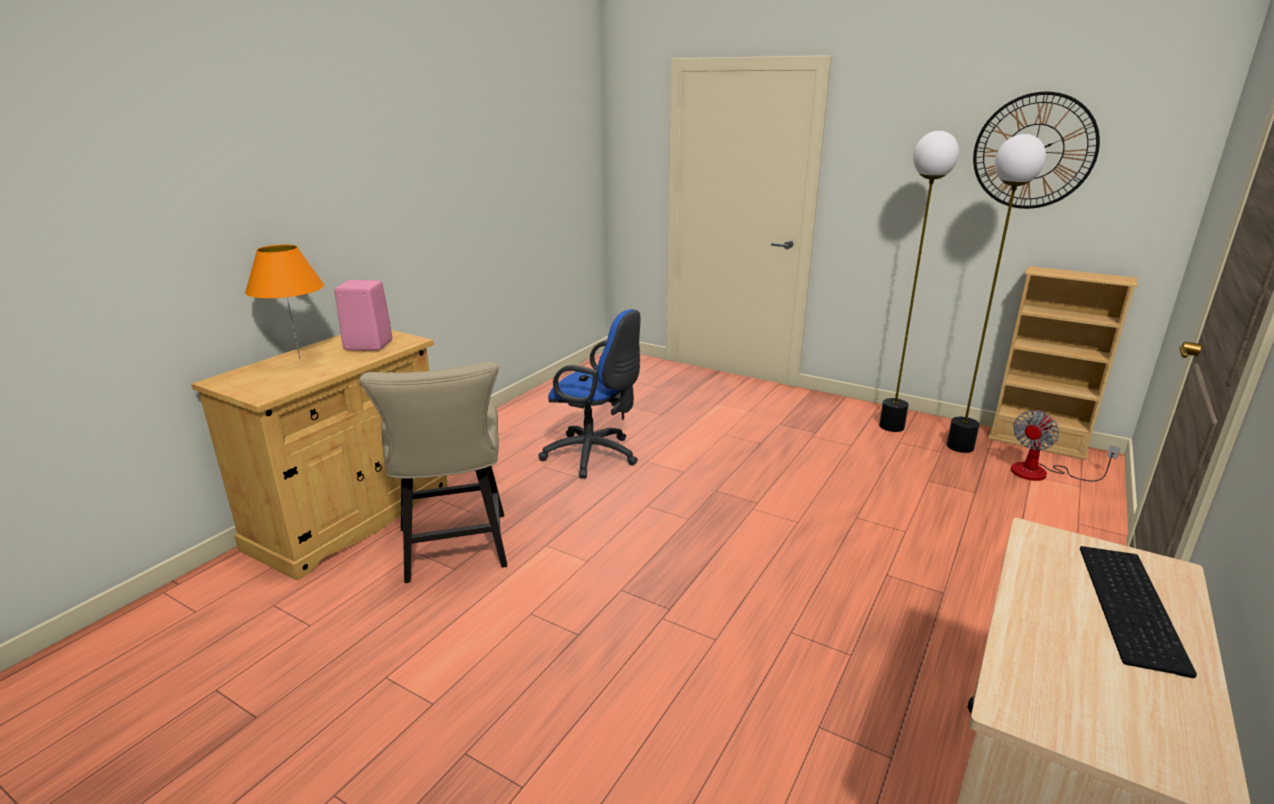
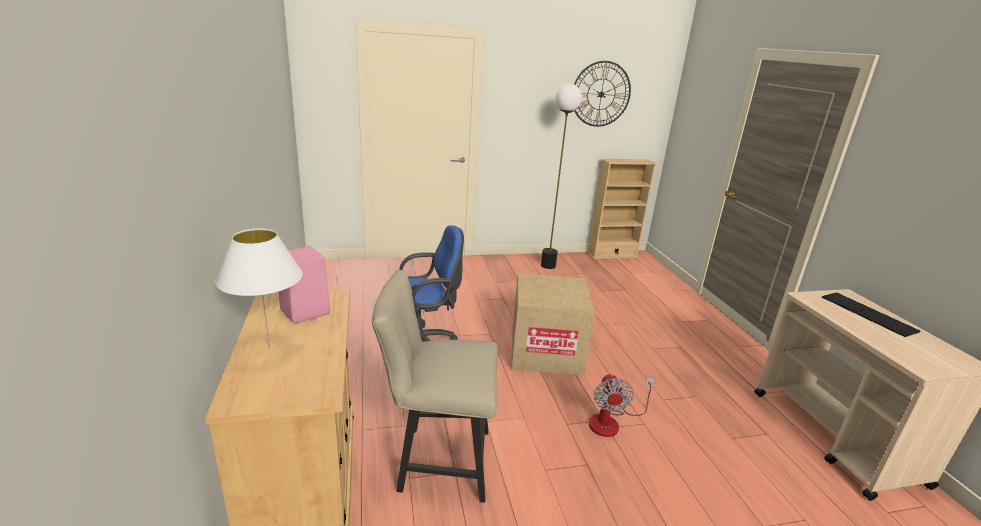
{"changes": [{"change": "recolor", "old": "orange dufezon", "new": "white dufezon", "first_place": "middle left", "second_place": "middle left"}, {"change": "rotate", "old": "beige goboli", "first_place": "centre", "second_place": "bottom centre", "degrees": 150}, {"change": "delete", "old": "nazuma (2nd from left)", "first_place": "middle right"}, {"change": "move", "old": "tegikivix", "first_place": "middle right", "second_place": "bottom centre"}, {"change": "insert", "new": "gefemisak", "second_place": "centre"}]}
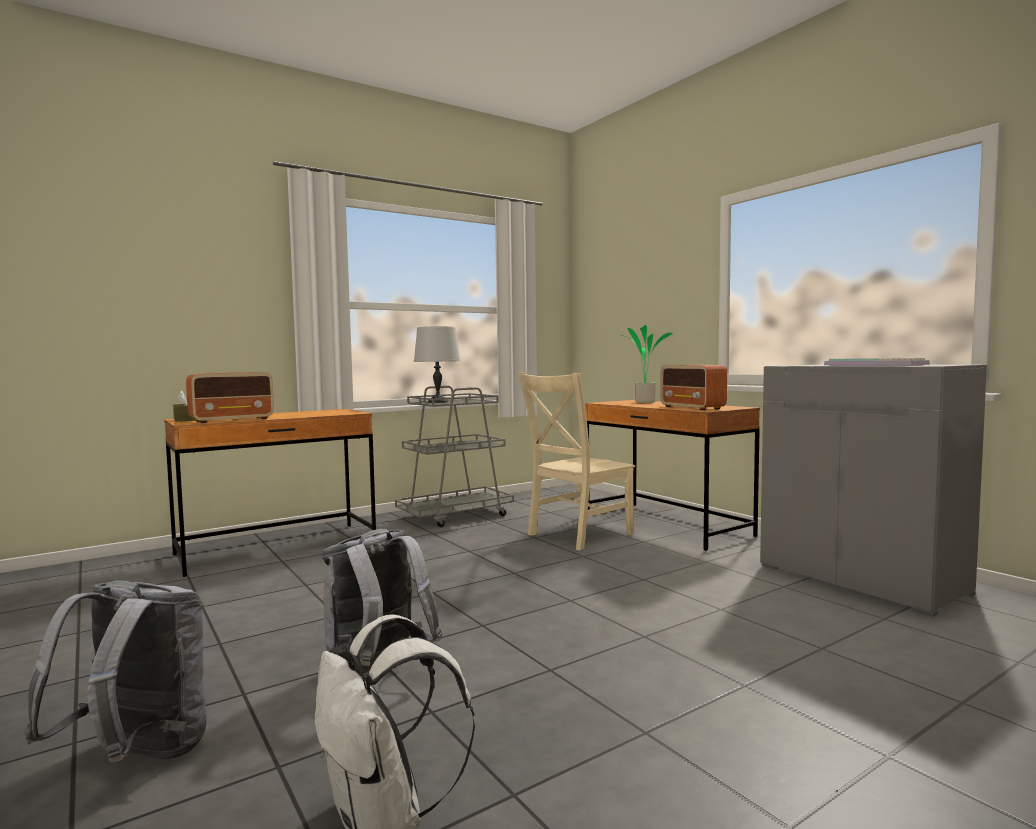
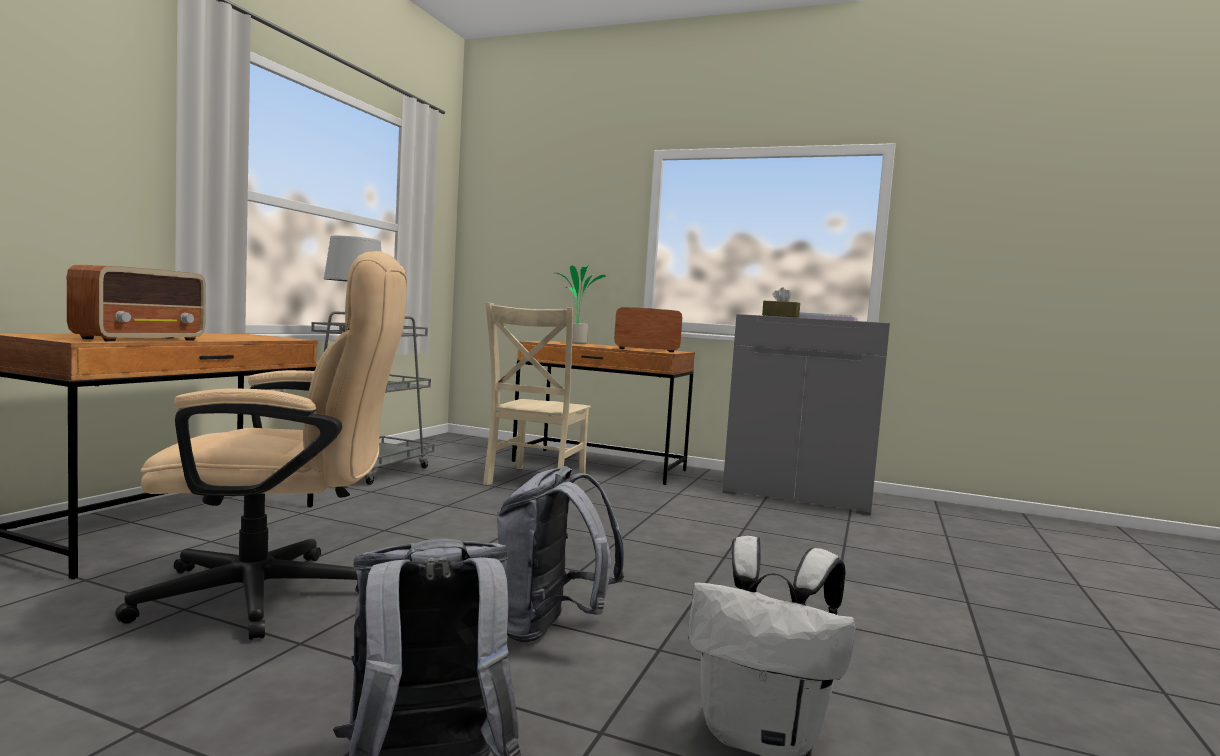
{"changes": [{"change": "move", "old": "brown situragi", "first_place": "middle left", "second_place": "centre"}, {"change": "rotate", "old": "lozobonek (2nd from left)", "first_place": "middle right", "second_place": "centre", "degrees": 150}, {"change": "insert", "new": "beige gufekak", "second_place": "middle left"}]}
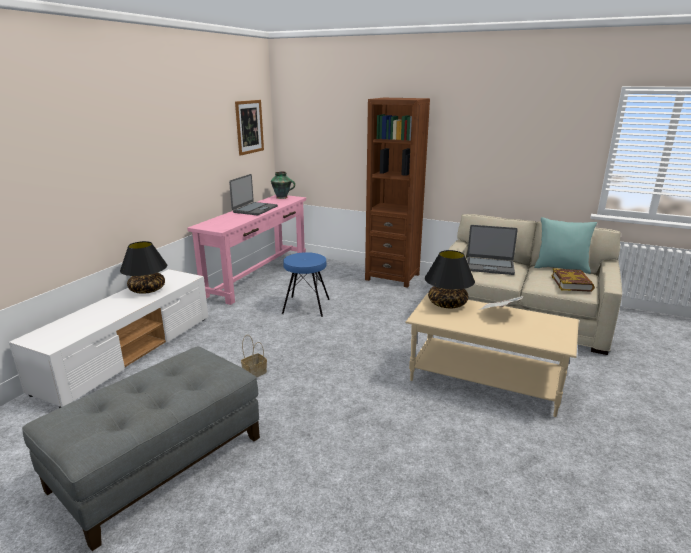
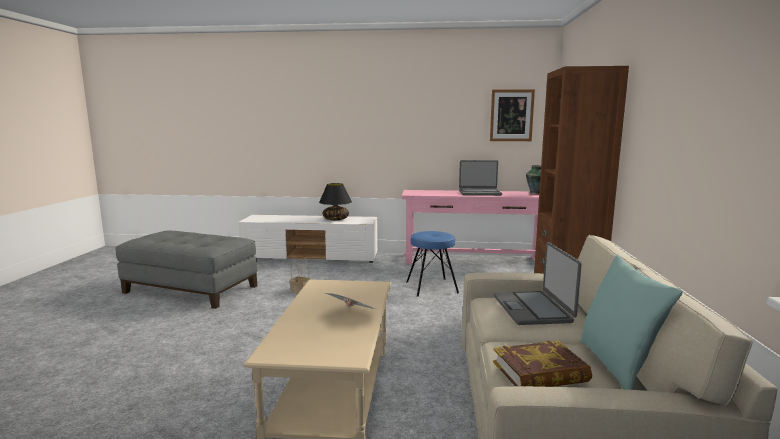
{"changes": [{"change": "delete", "old": "black dufezon (2nd from left)", "first_place": "centre"}]}
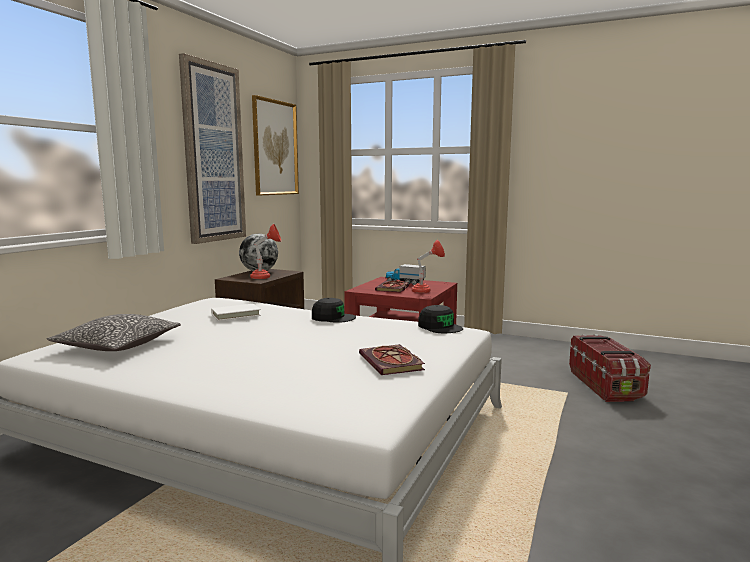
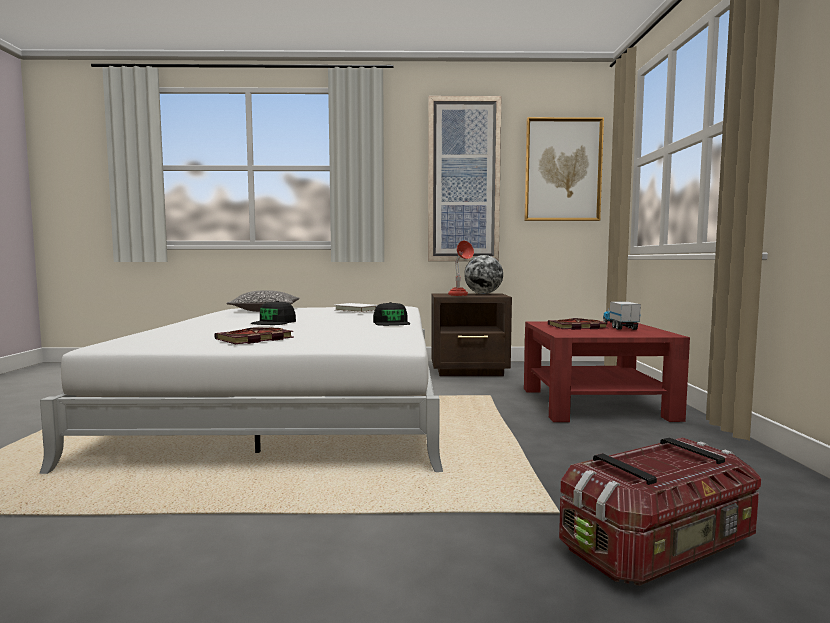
{"changes": [{"change": "delete", "old": "red dufezon (2nd from left)", "first_place": "centre"}, {"change": "move", "old": "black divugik (2nd from left in the first image)", "new": "black divugik (1st from left)", "first_place": "centre", "second_place": "middle left"}]}
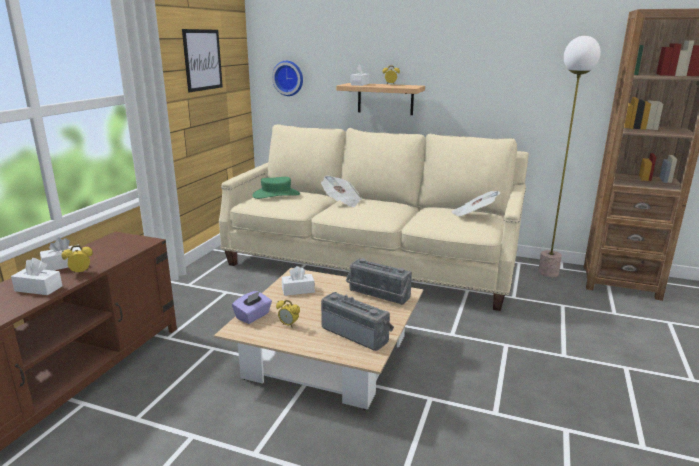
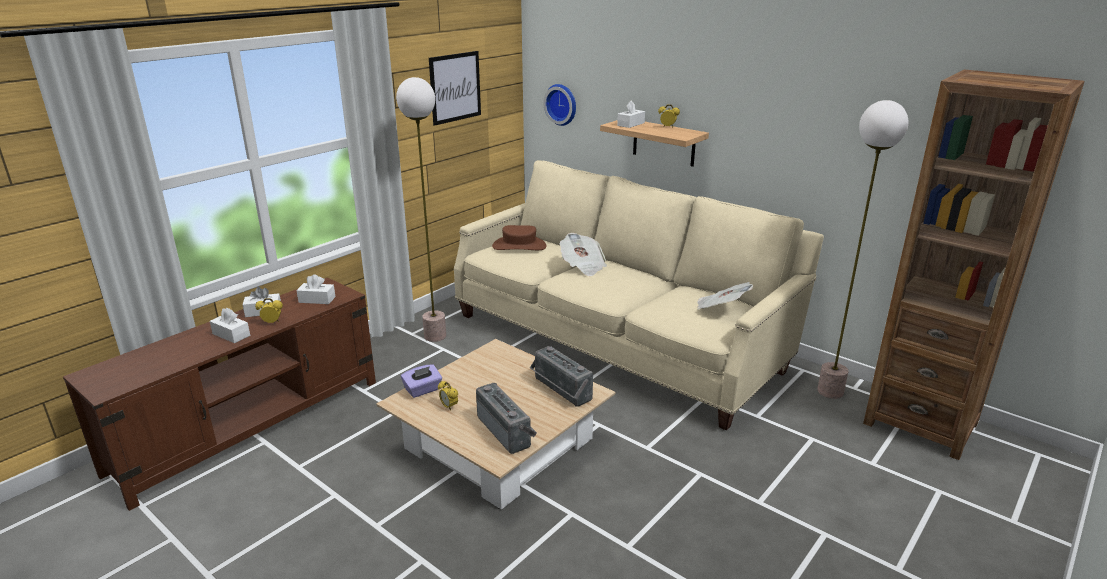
{"changes": [{"change": "recolor", "old": "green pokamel", "new": "brown pokamel", "first_place": "centre", "second_place": "centre"}, {"change": "move", "old": "white situragi (3rd from left)", "first_place": "centre", "second_place": "middle left"}, {"change": "insert", "new": "nazuma (1st from left)", "second_place": "centre"}]}
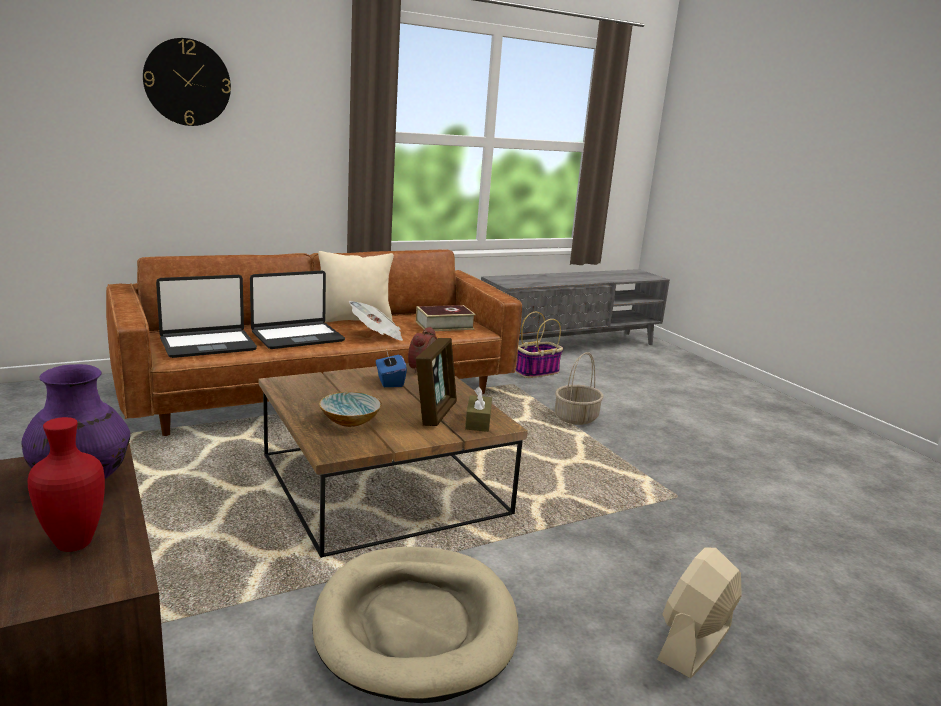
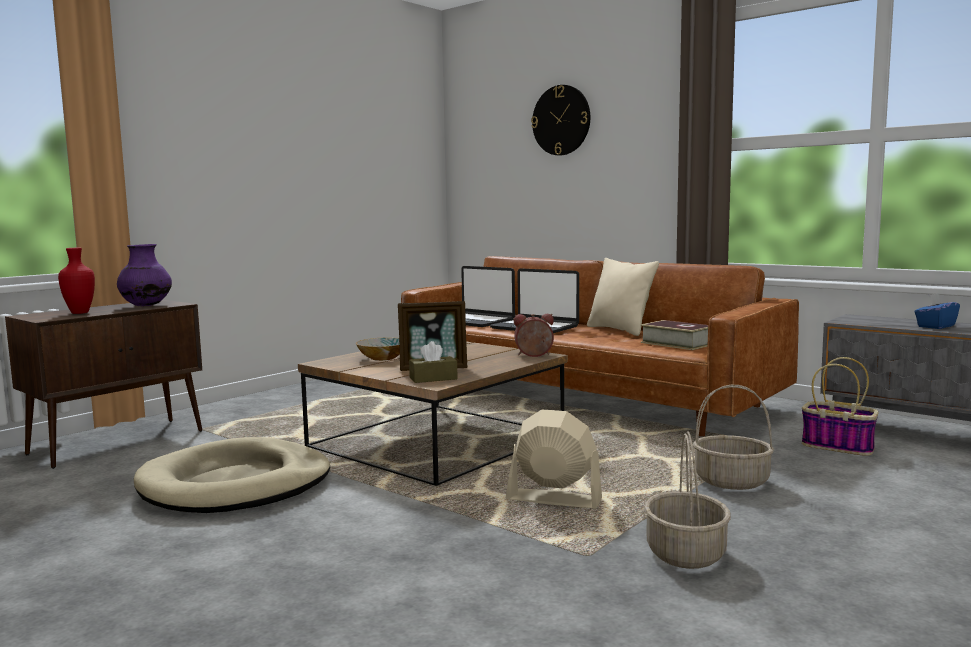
{"changes": [{"change": "delete", "old": "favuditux", "first_place": "centre"}, {"change": "move", "old": "blue situragi", "first_place": "centre", "second_place": "middle right"}, {"change": "move", "old": "beige tegikivix", "first_place": "bottom right", "second_place": "bottom centre"}, {"change": "insert", "new": "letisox (1st from left)", "second_place": "bottom right"}]}
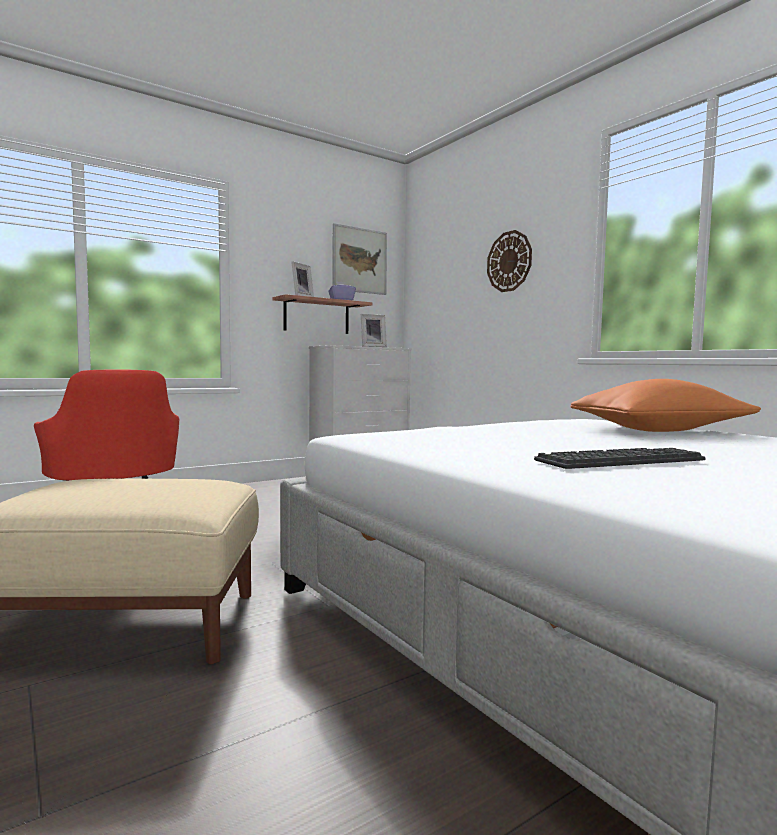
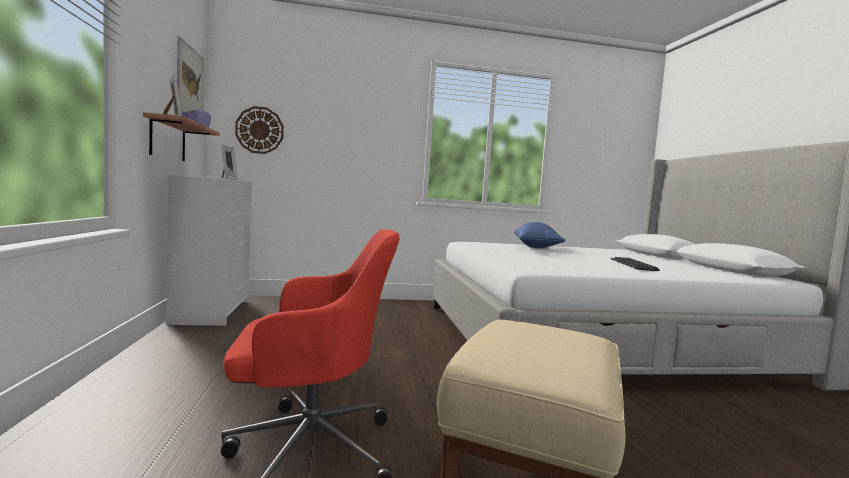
{"changes": [{"change": "move", "old": "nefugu", "first_place": "top centre", "second_place": "top left"}, {"change": "recolor", "old": "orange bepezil", "new": "blue bepezil", "first_place": "middle right", "second_place": "centre"}]}
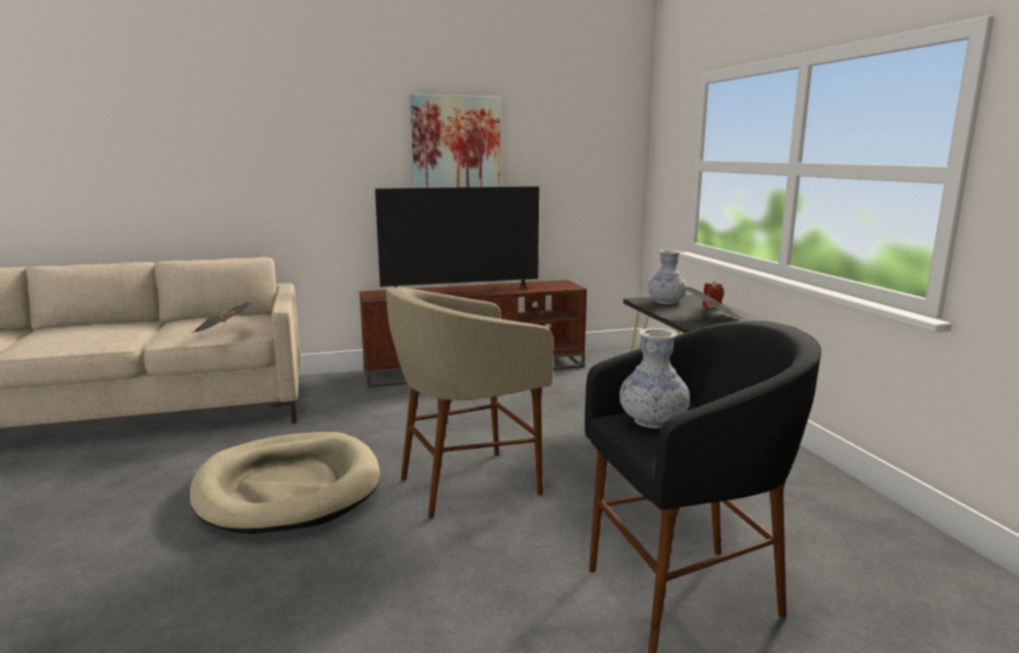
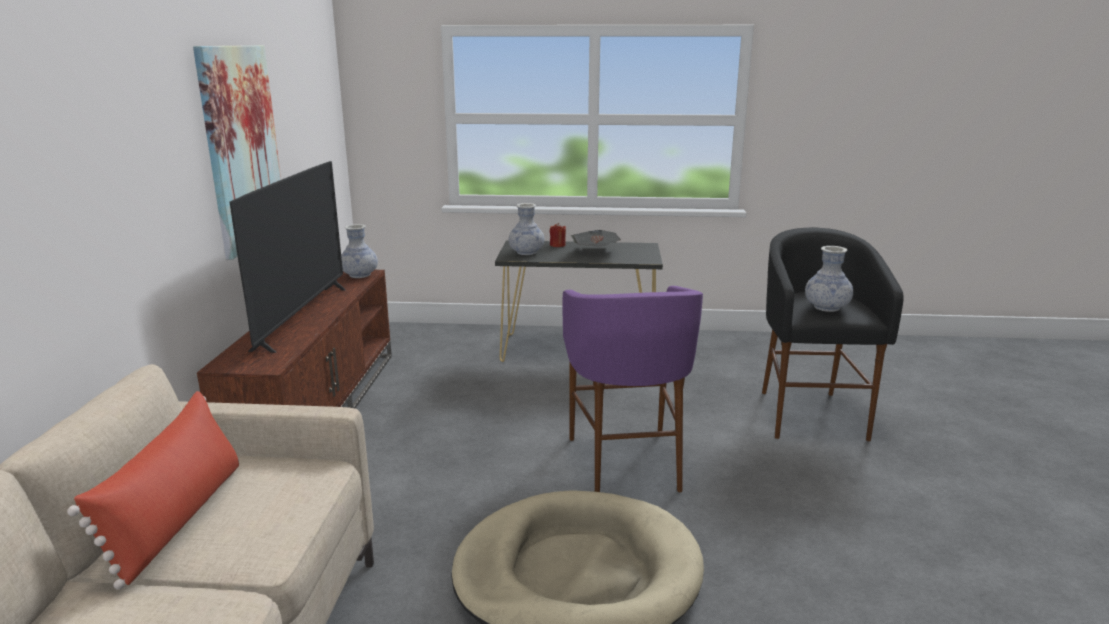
{"changes": [{"change": "delete", "old": "favuditux (1st from left)", "first_place": "middle left"}, {"change": "recolor", "old": "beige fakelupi", "new": "purple fakelupi", "first_place": "centre", "second_place": "centre"}, {"change": "insert", "new": "red bepezil", "second_place": "bottom left"}, {"change": "insert", "new": "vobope (1st from left)", "second_place": "middle left"}]}
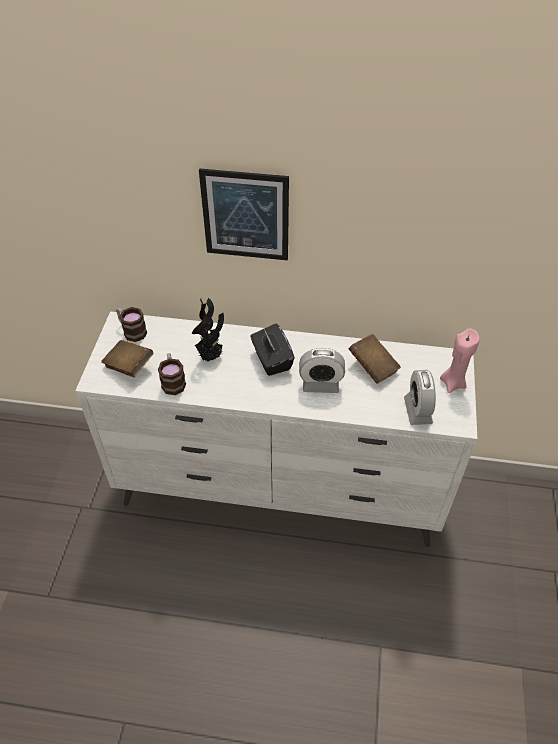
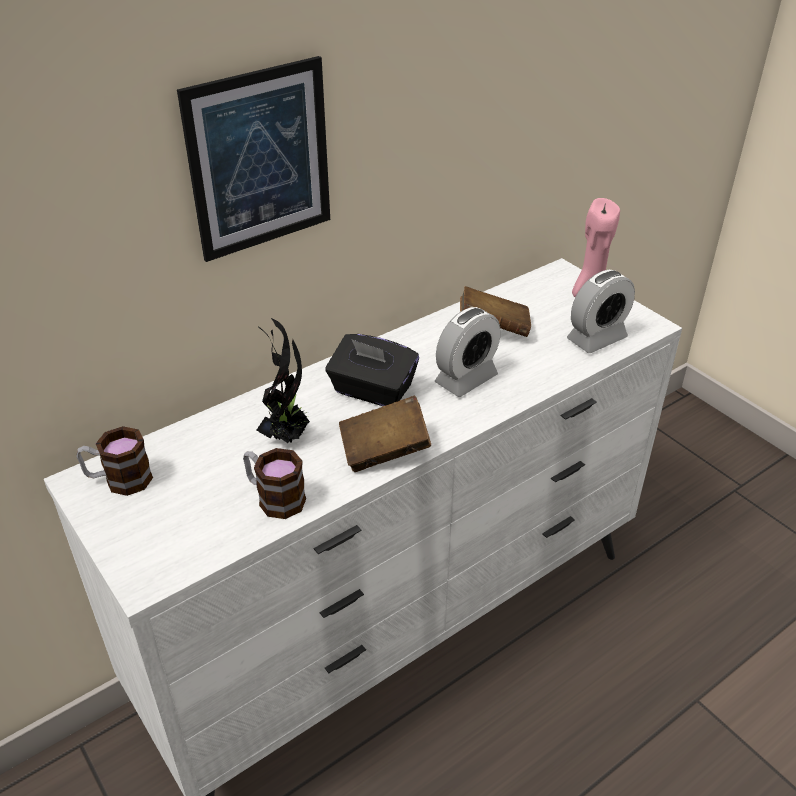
{"changes": [{"change": "move", "old": "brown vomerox (1st from left)", "first_place": "middle left", "second_place": "centre"}, {"change": "rotate", "old": "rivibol (2nd from left)", "first_place": "middle right", "second_place": "middle right", "degrees": -75}]}
